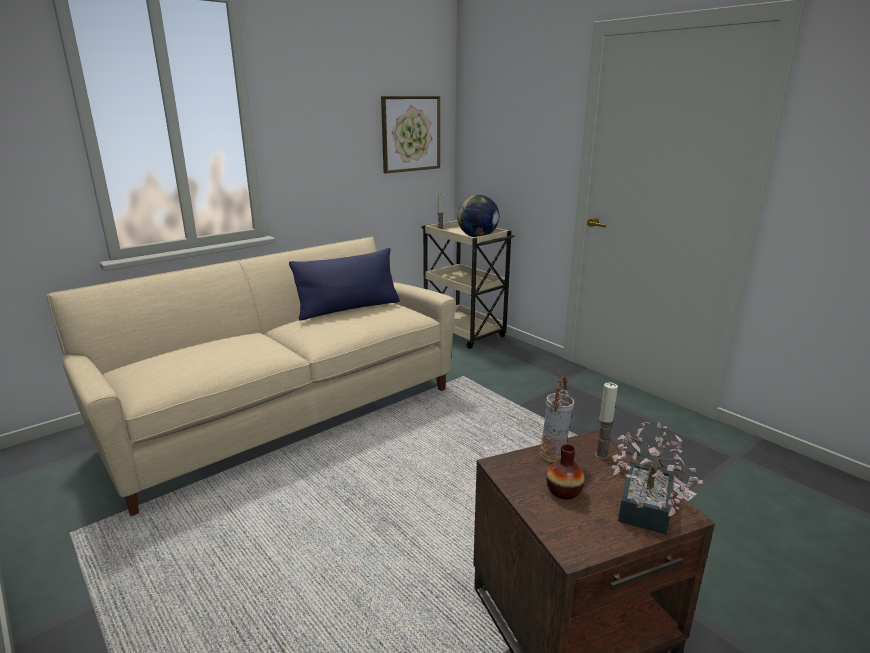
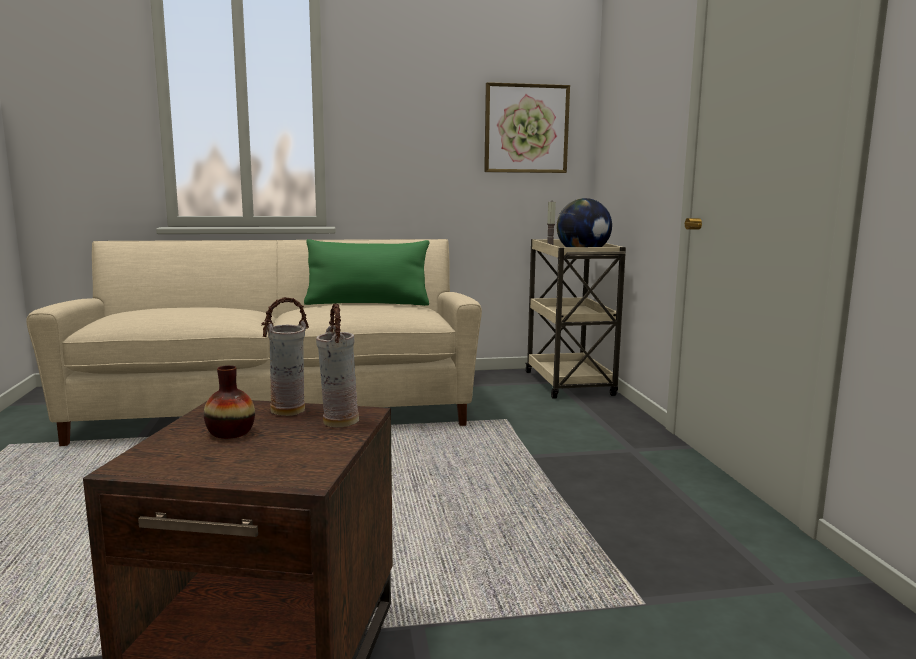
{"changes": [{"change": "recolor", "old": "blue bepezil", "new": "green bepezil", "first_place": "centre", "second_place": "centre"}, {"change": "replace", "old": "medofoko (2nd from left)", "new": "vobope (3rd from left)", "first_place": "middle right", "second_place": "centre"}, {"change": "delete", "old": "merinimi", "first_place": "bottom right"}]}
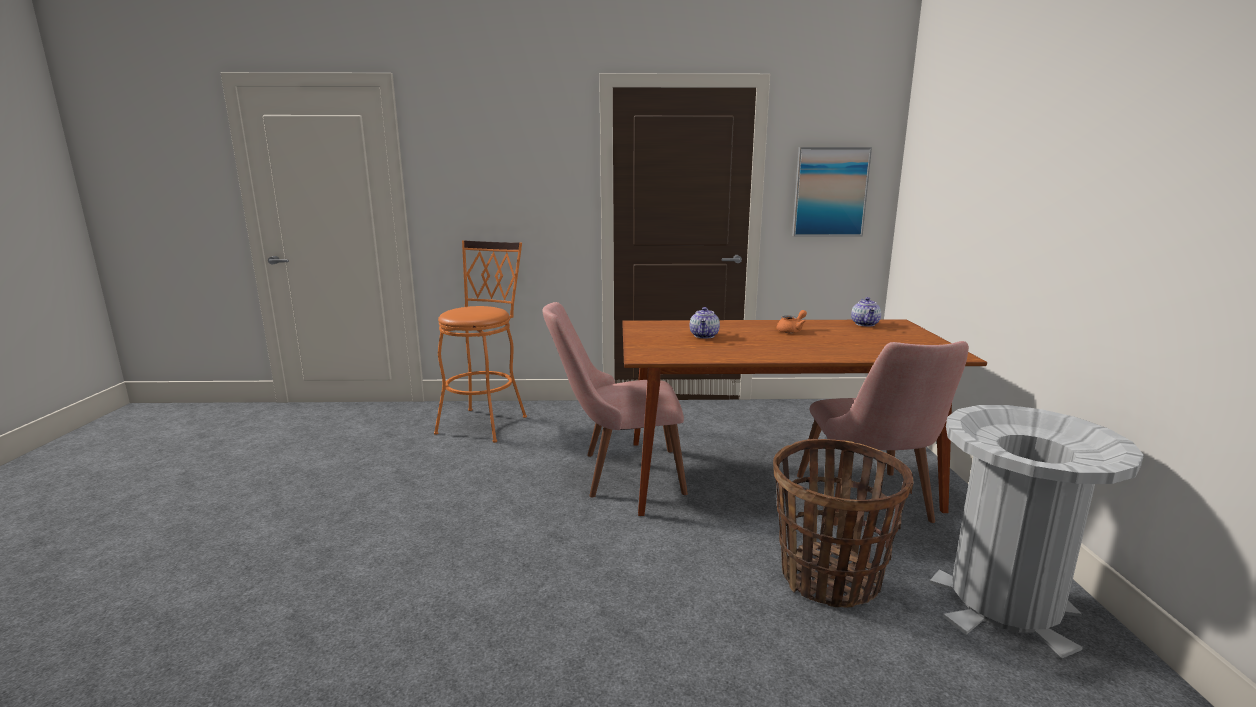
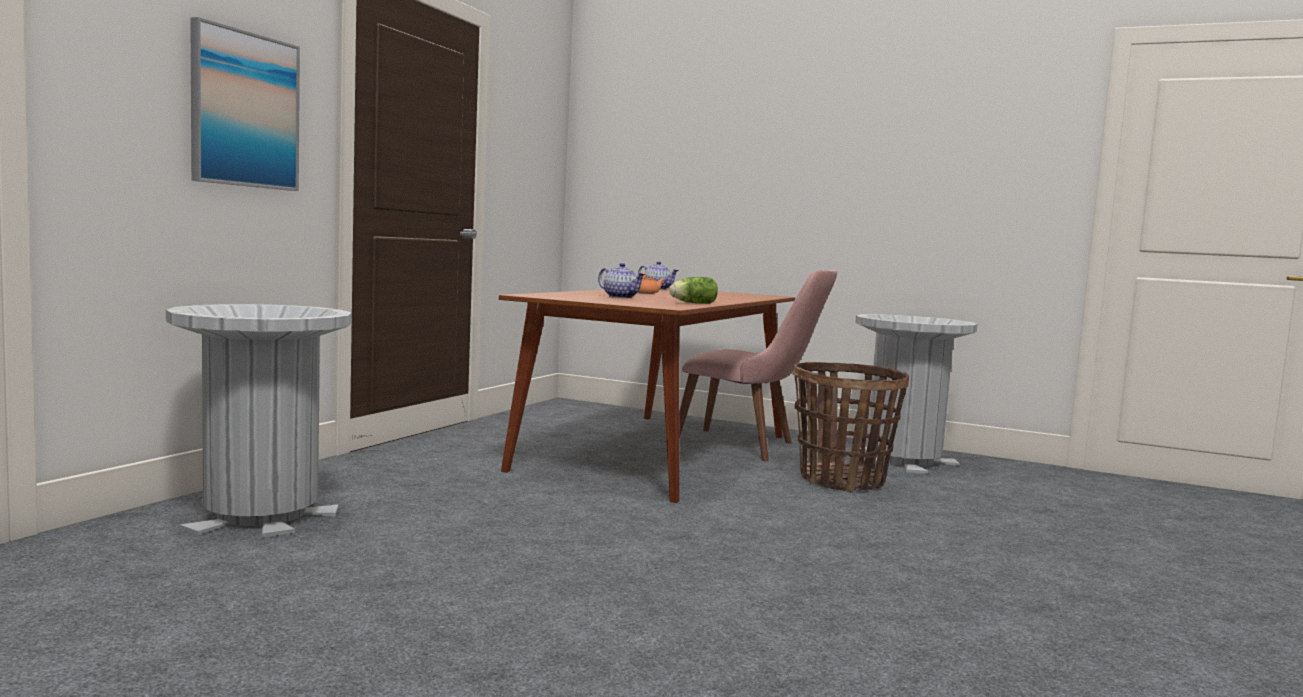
{"changes": [{"change": "replace", "old": "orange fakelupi", "new": "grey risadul (1st from left)", "first_place": "centre", "second_place": "middle left"}, {"change": "delete", "old": "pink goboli (1st from left)", "first_place": "centre"}, {"change": "move", "old": "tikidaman", "first_place": "top centre", "second_place": "top left"}, {"change": "insert", "new": "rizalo", "second_place": "centre"}]}
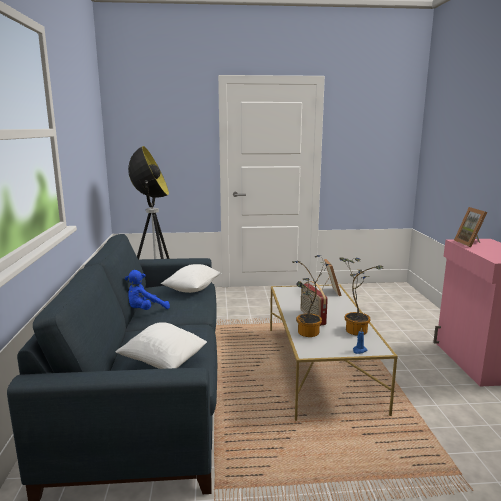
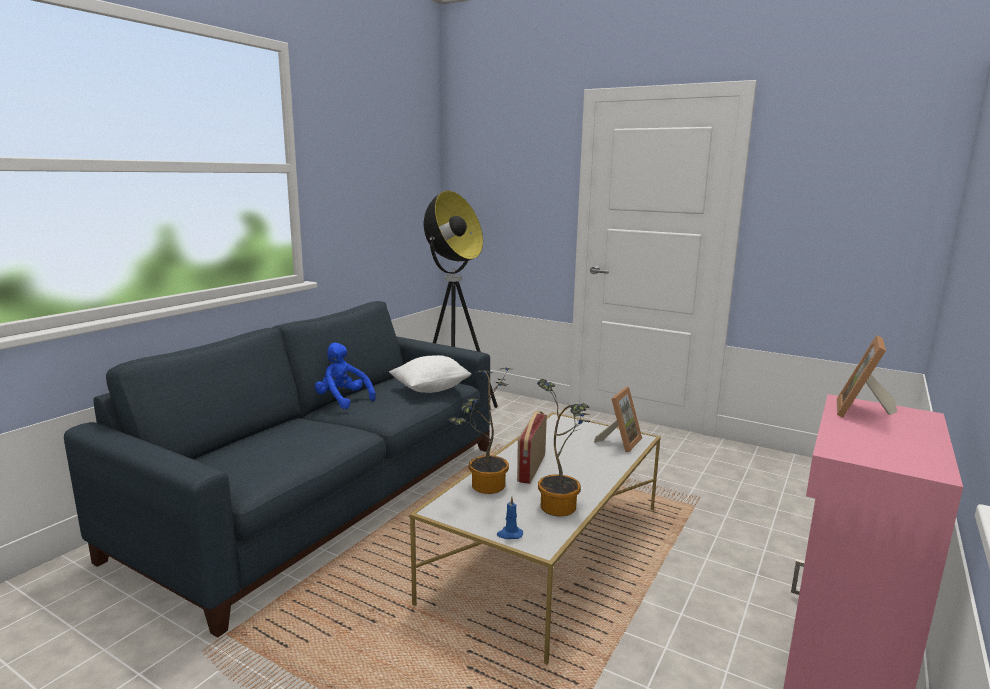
{"changes": [{"change": "delete", "old": "white bepezil (1st from left)", "first_place": "bottom left"}, {"change": "rotate", "old": "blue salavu", "first_place": "middle left", "second_place": "centre", "degrees": 45}]}
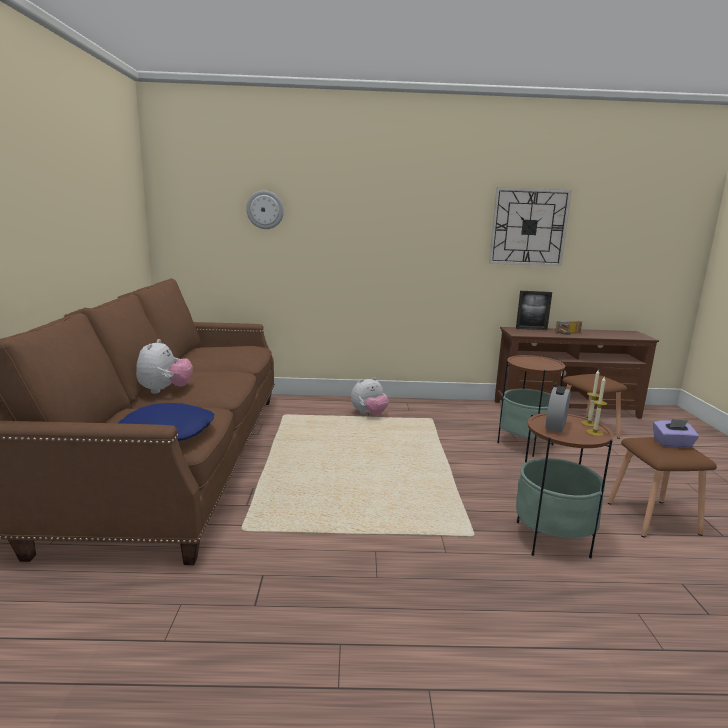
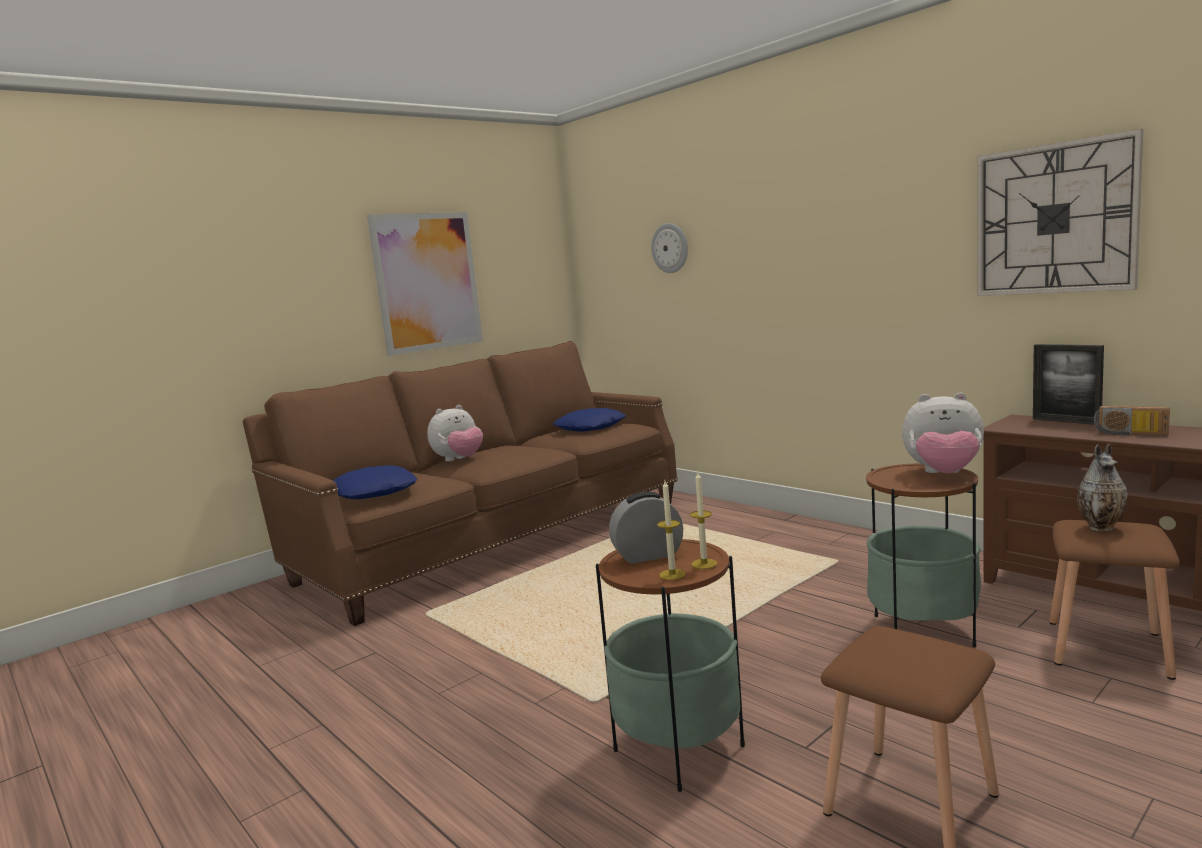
{"changes": [{"change": "move", "old": "salavu (2nd from left)", "first_place": "centre", "second_place": "middle right"}, {"change": "delete", "old": "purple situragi", "first_place": "middle right"}, {"change": "insert", "new": "tikidaman", "second_place": "centre"}, {"change": "insert", "new": "blue bepezil (2nd from left)", "second_place": "centre"}, {"change": "insert", "new": "vobope", "second_place": "middle right"}]}
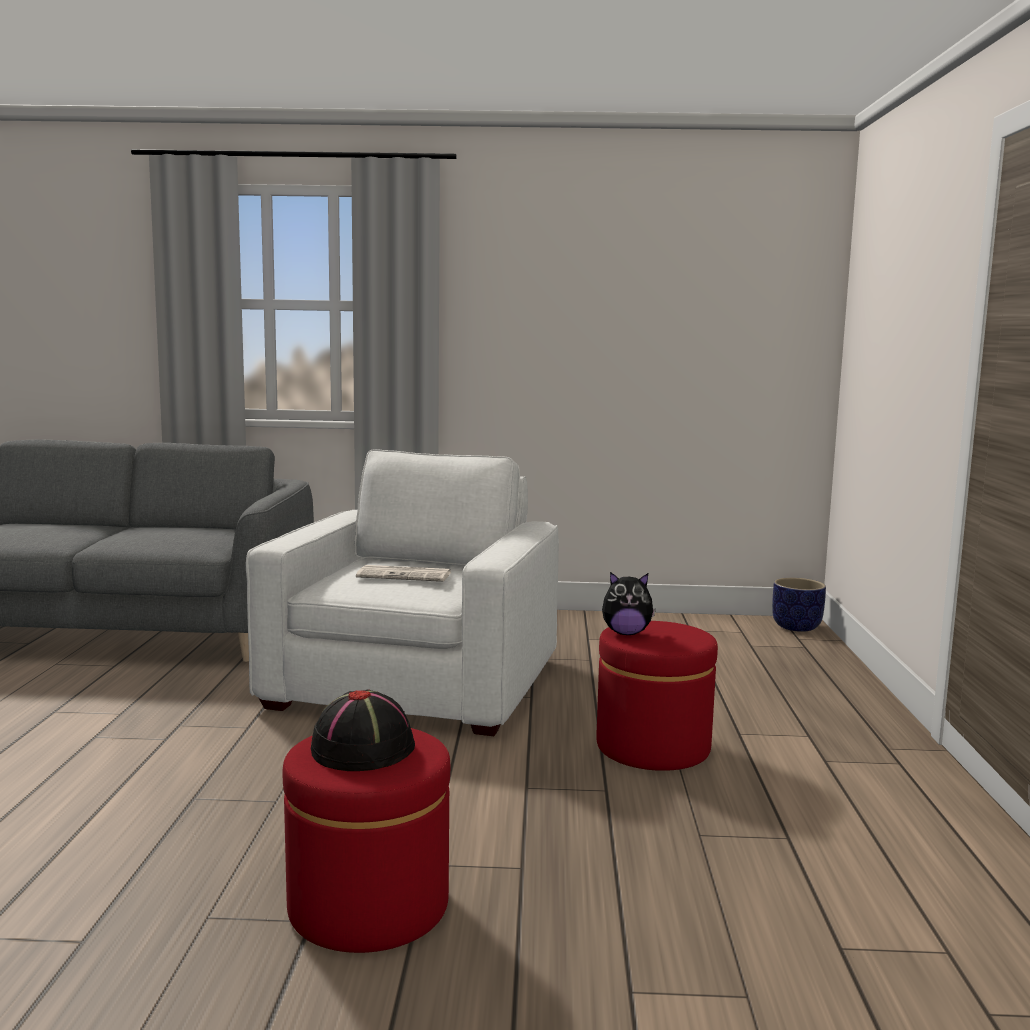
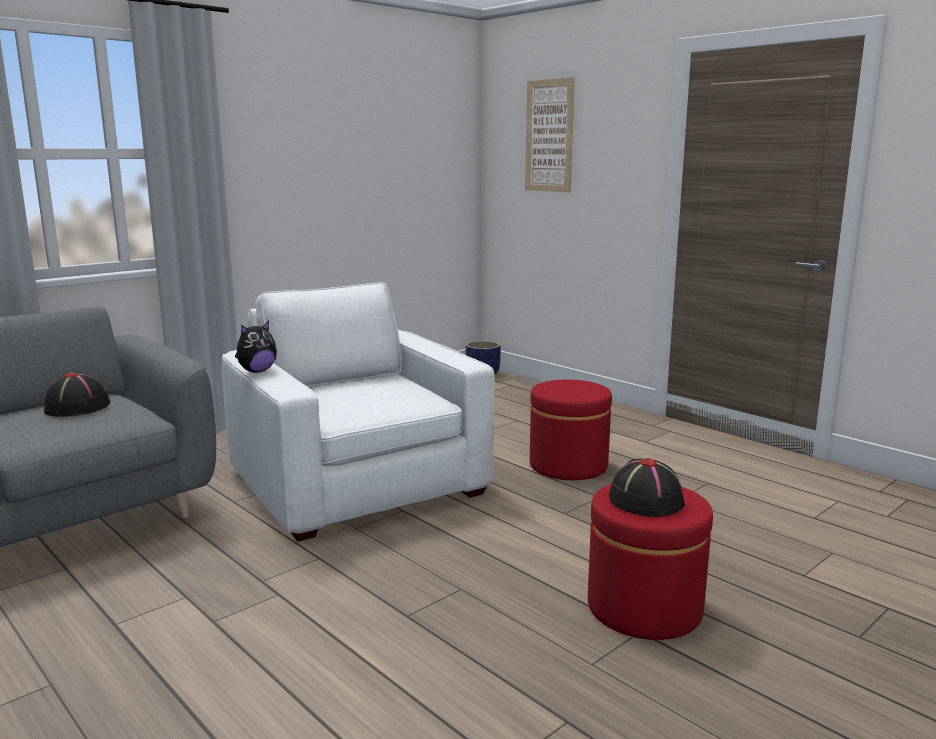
{"changes": [{"change": "delete", "old": "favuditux", "first_place": "centre"}, {"change": "move", "old": "salavu", "first_place": "centre", "second_place": "middle left"}, {"change": "insert", "new": "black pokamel (1st from left)", "second_place": "middle left"}, {"change": "insert", "new": "tikidaman", "second_place": "top centre"}]}
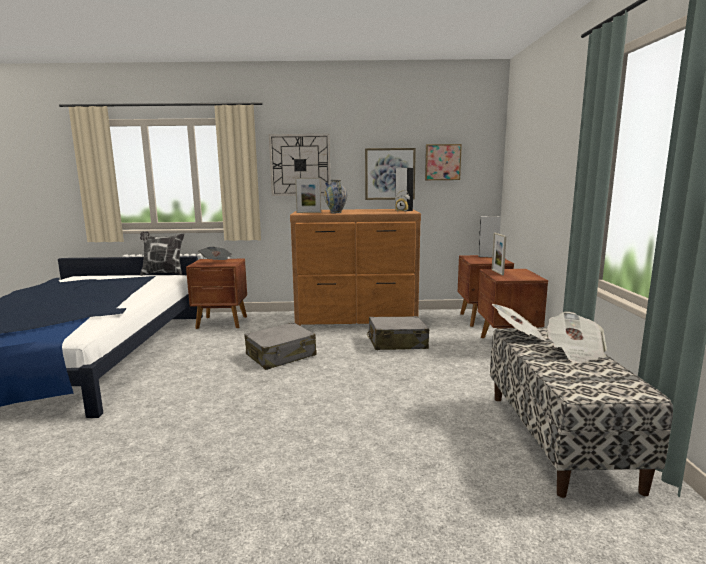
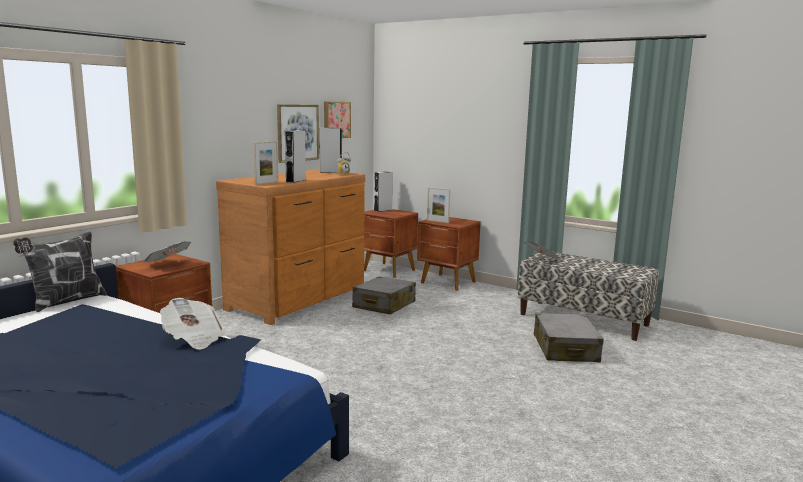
{"changes": [{"change": "move", "old": "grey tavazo (1st from left in the first image)", "new": "grey tavazo (2nd from left)", "first_place": "centre", "second_place": "bottom right"}, {"change": "delete", "old": "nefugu", "first_place": "top centre"}, {"change": "replace", "old": "vobope", "new": "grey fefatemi (1st from left)", "first_place": "centre", "second_place": "top centre"}, {"change": "move", "old": "favuditux (3rd from left in the first image)", "new": "favuditux (2nd from left)", "first_place": "middle right", "second_place": "bottom left"}]}
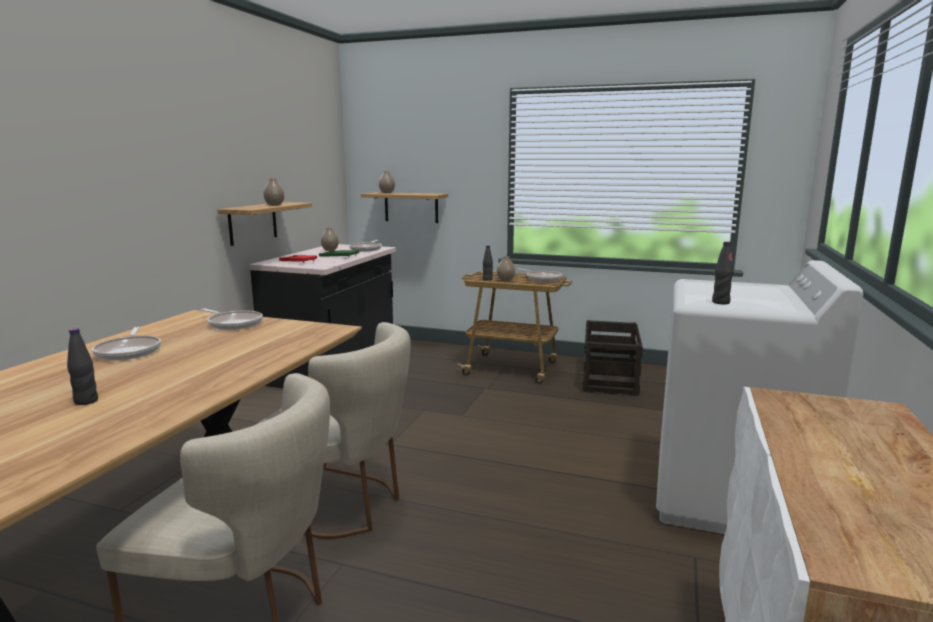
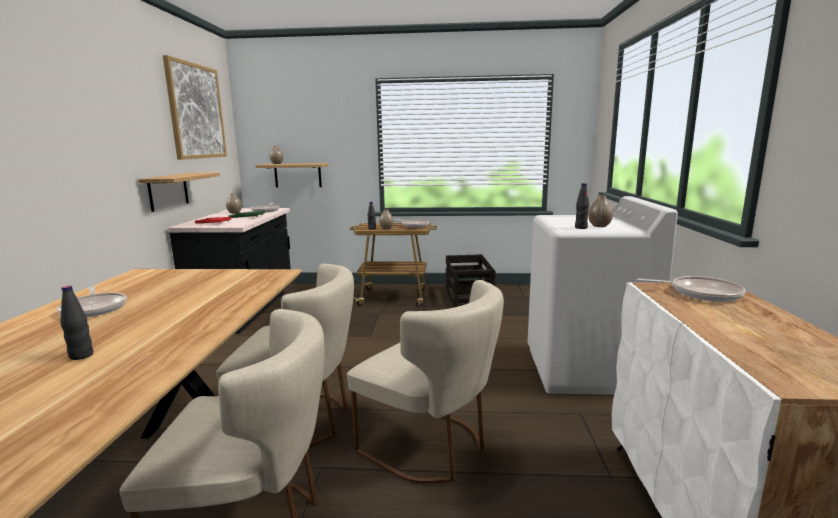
{"changes": [{"change": "move", "old": "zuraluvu (2nd from left in the first image)", "new": "zuraluvu (4th from left)", "first_place": "middle left", "second_place": "middle right"}, {"change": "move", "old": "vobope (1st from left in the first image)", "new": "vobope (4th from left)", "first_place": "top left", "second_place": "middle right"}, {"change": "insert", "new": "tikidaman", "second_place": "top left"}, {"change": "insert", "new": "beige goboli (3rd from left)", "second_place": "bottom centre"}]}
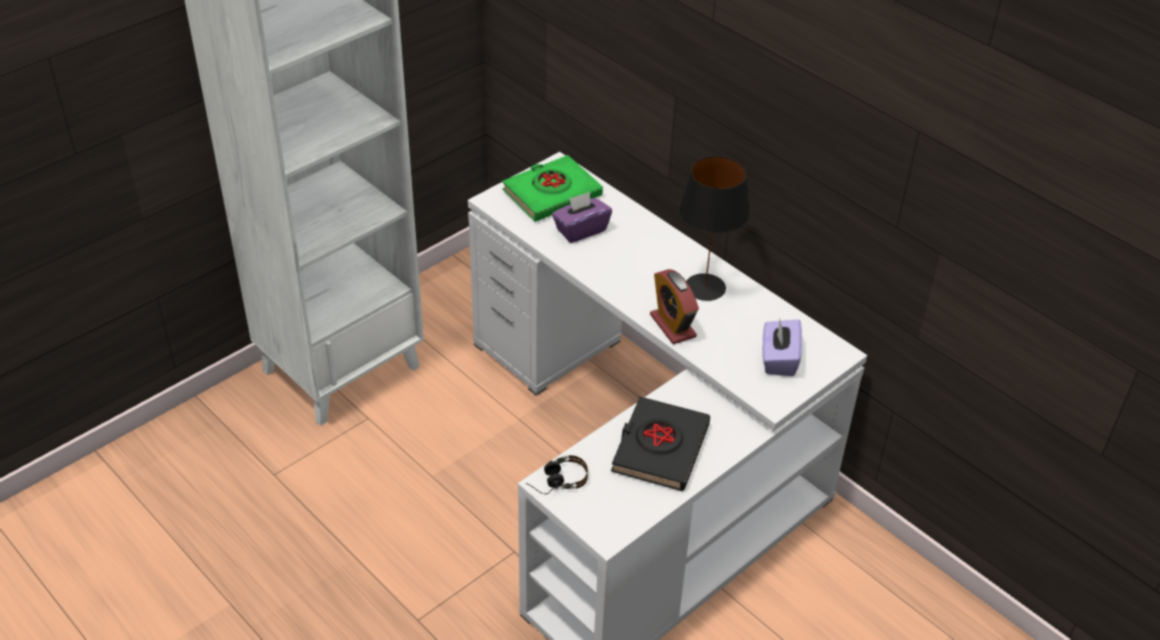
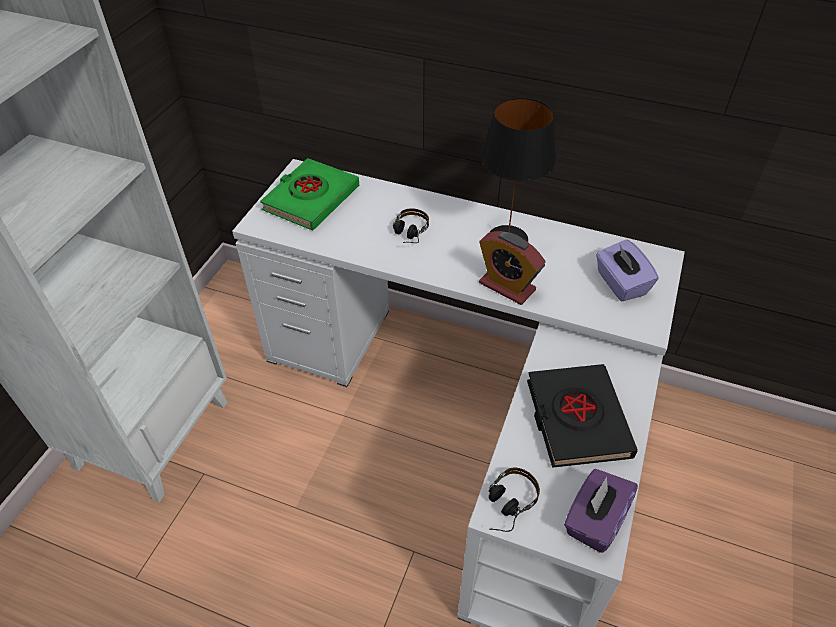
{"changes": [{"change": "move", "old": "purple situragi (1st from left)", "first_place": "centre", "second_place": "bottom right"}, {"change": "insert", "new": "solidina (1st from left)", "second_place": "centre"}]}
